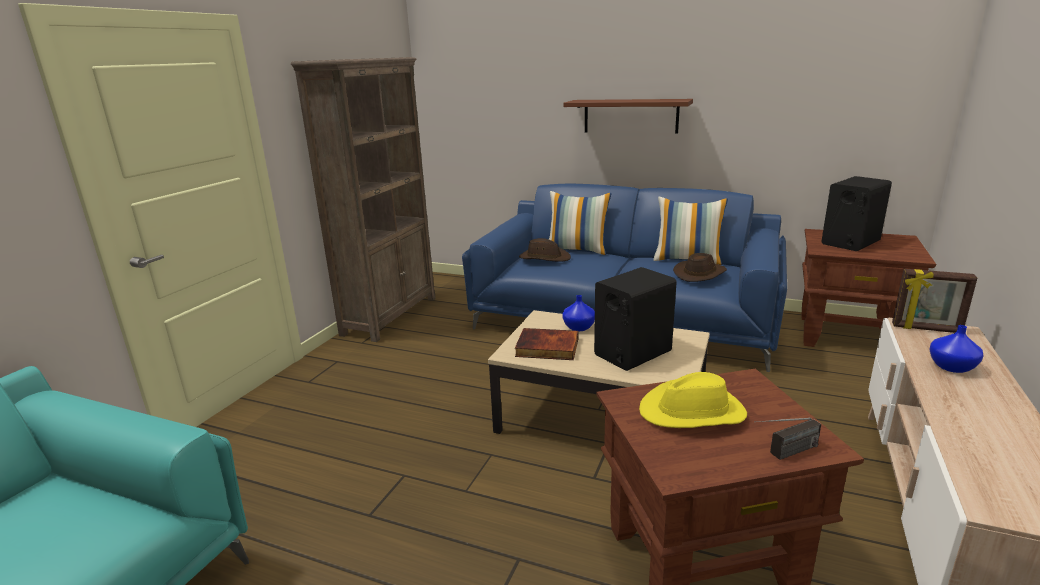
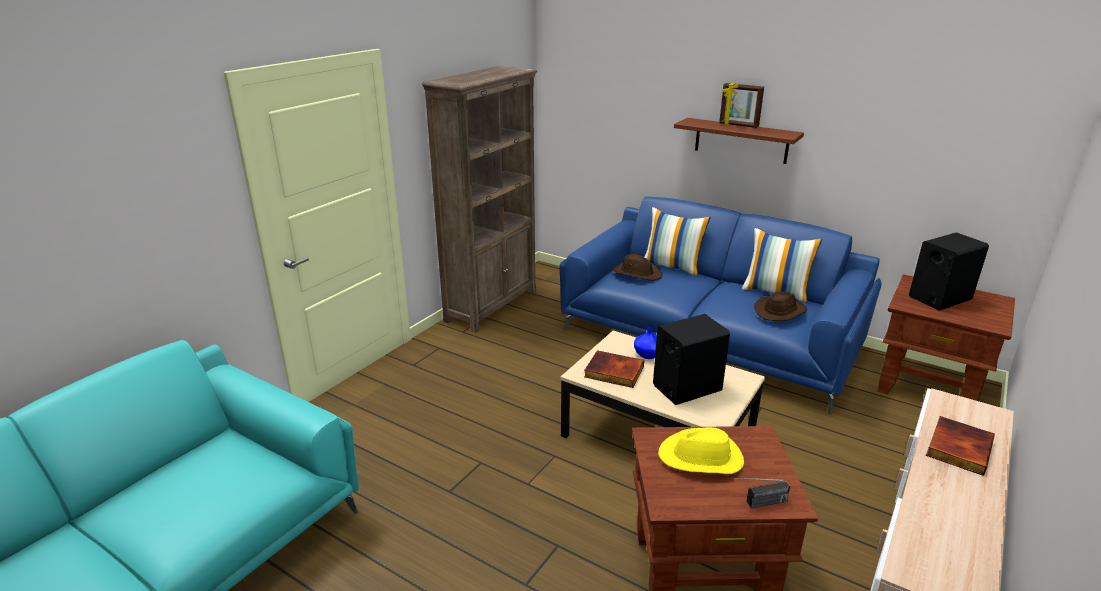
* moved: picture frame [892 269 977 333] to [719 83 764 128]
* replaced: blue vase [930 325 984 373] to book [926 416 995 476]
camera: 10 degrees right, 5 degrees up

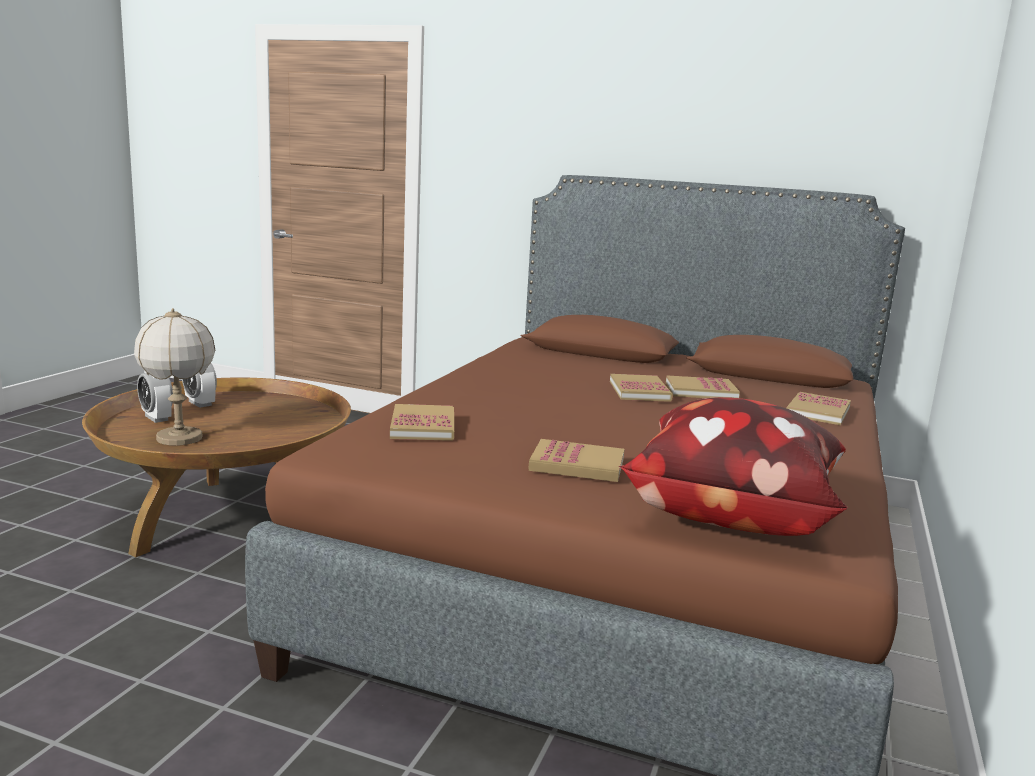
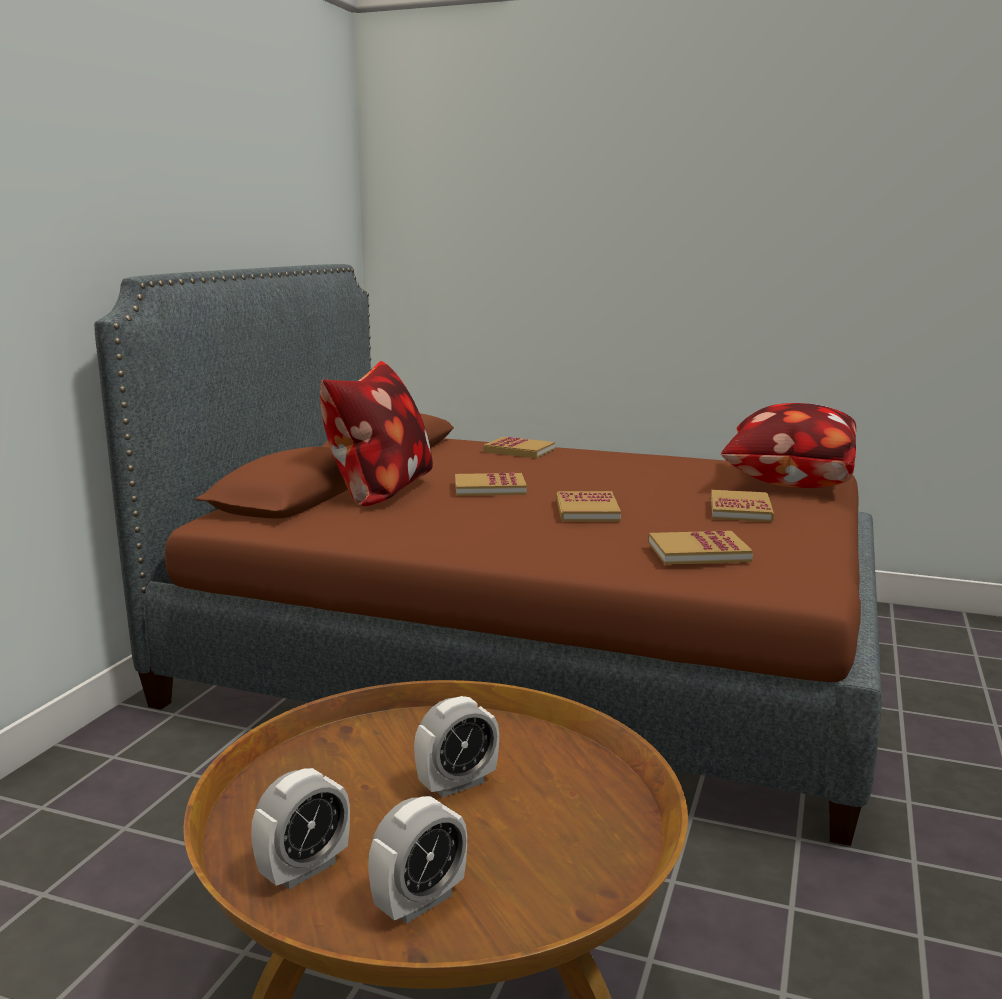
* removed: table lamp [134 308 215 446]
* added: pillow [320 361 433 506]
* added: alarm clock [414 696 499 797]
* moved: book [666 375 740 398] to [556 491 621 522]
camera: 90 degrees left, 0 degrees up

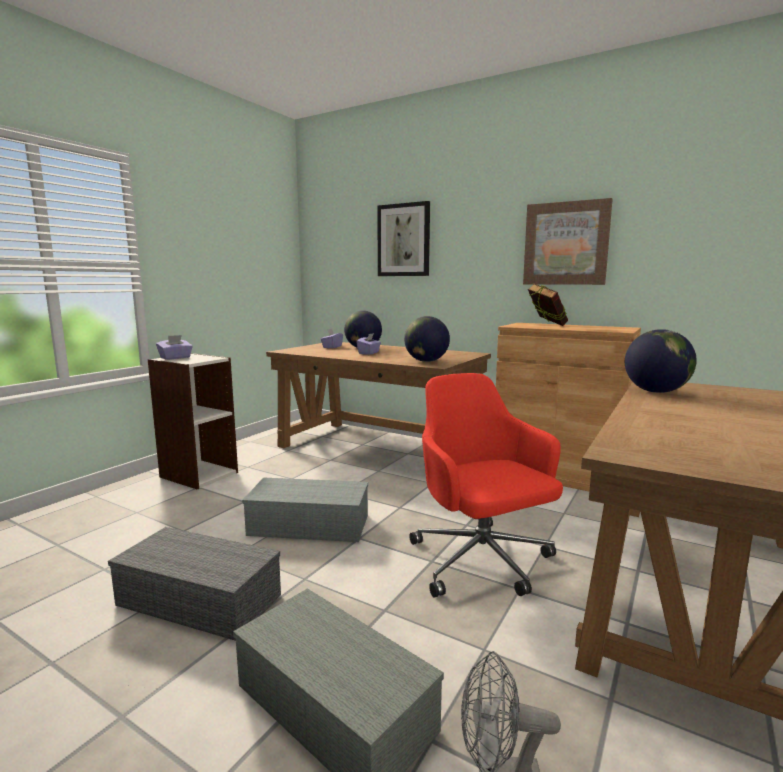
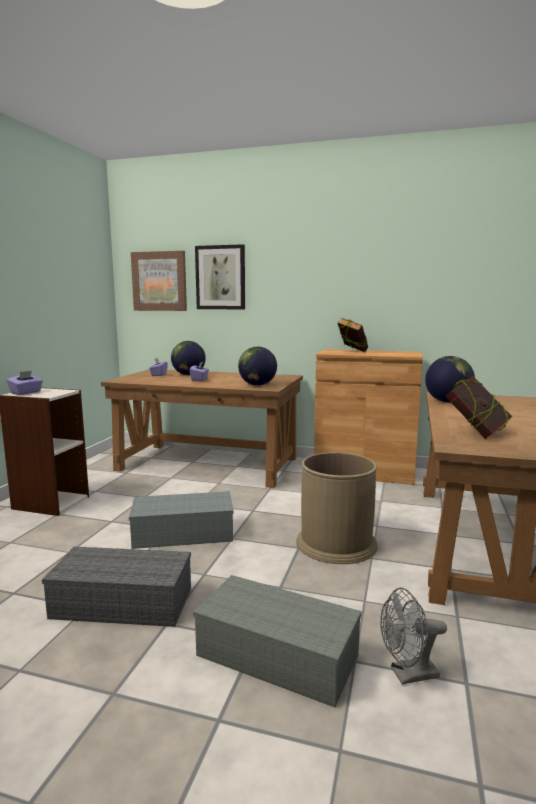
* added: book [445 376 512 439]
* moved: picture [523 198 613 285] to [131 251 187 311]
* replaced: red office chair [409 373 563 597] to brown trash can [296 452 378 564]
camera: 15 degrees left, 0 degrees up

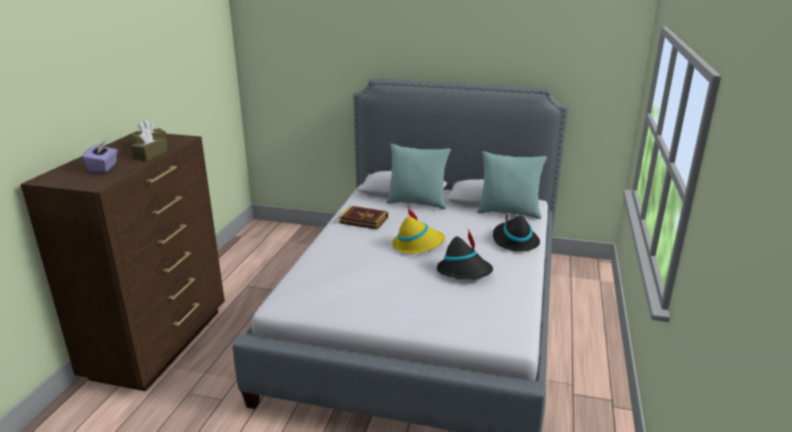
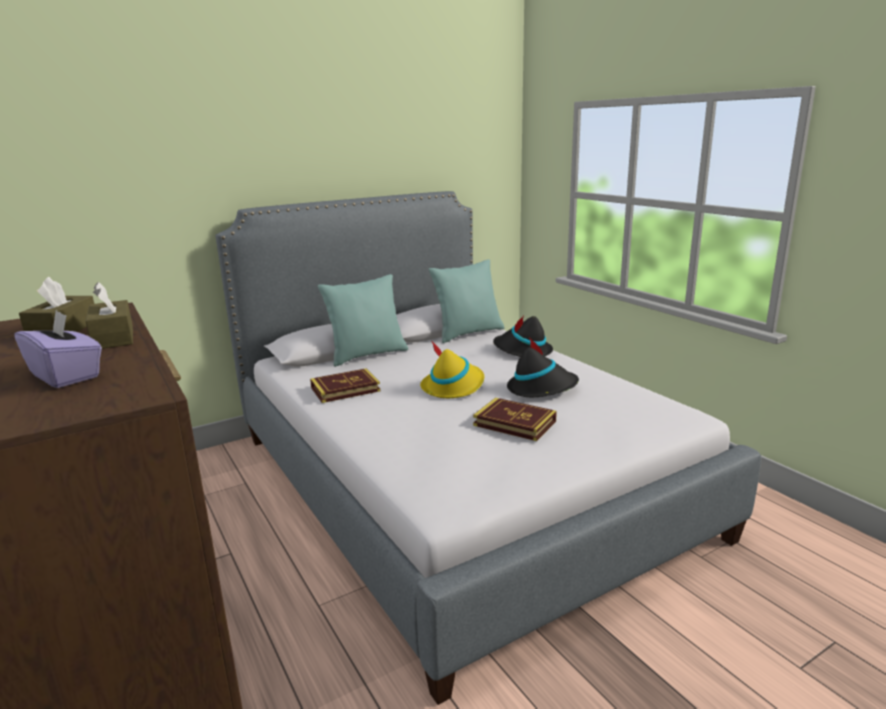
* added: book [473 398 557 441]
camera: 45 degrees left, 5 degrees down

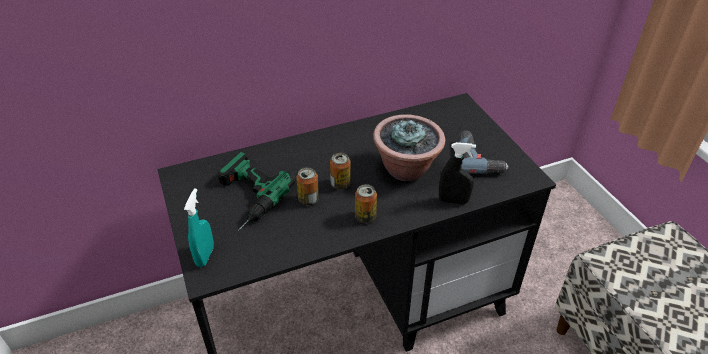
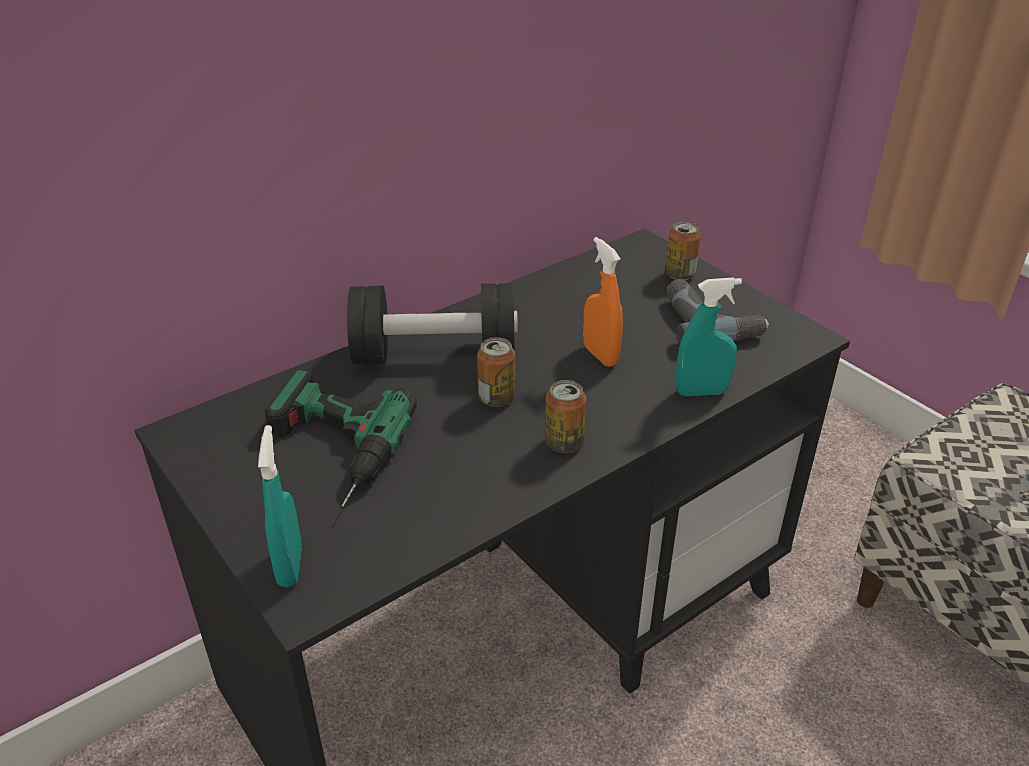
* added: black dumbbell [347 283 518 364]
* moved: can [296 167 319 205] to [665 221 701 280]
* replaced: potted plant [373 115 445 181] to orange spray bottle [583 237 623 367]
* recoloured: black spray bottle [439 142 476 204] to turquoise spray bottle [676 277 742 396]
camera: 15 degrees left, 5 degrees down

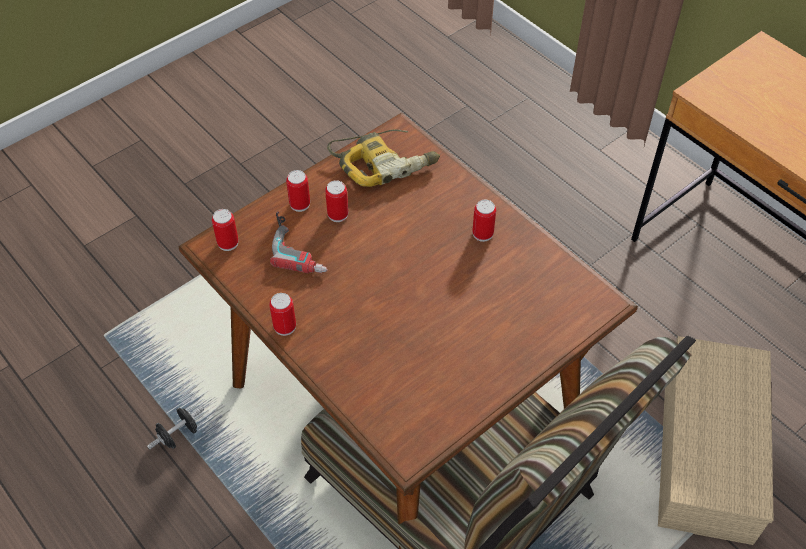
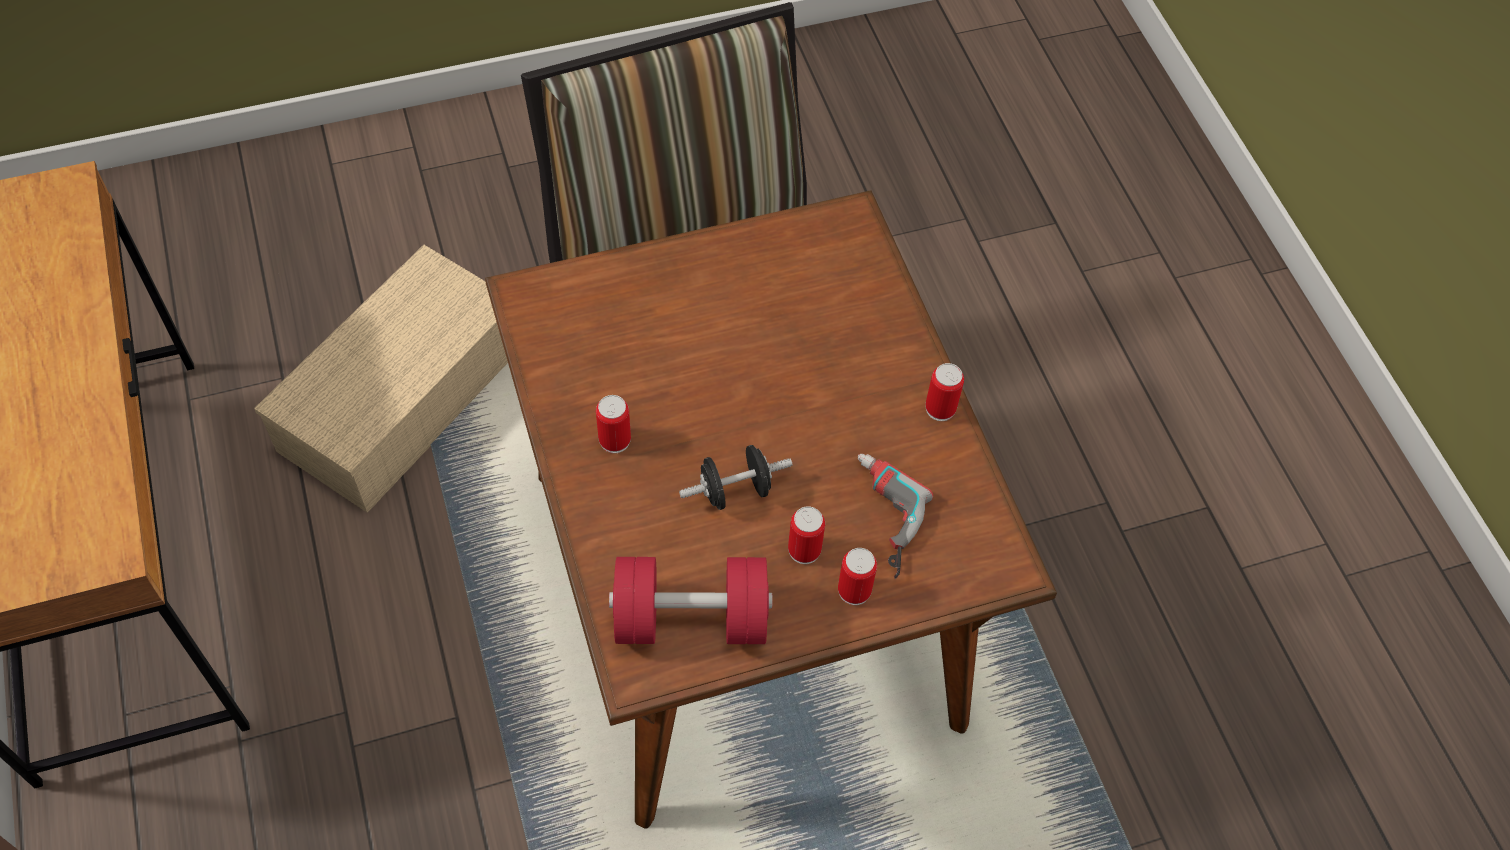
* removed: can [212 209 239 251]
* moved: black dumbbell [147 407 204 449] to [679 445 792 510]
* replaced: power drill [327 129 440 187] to red dumbbell [609 557 773 644]
camera: 160 degrees left, 5 degrees up

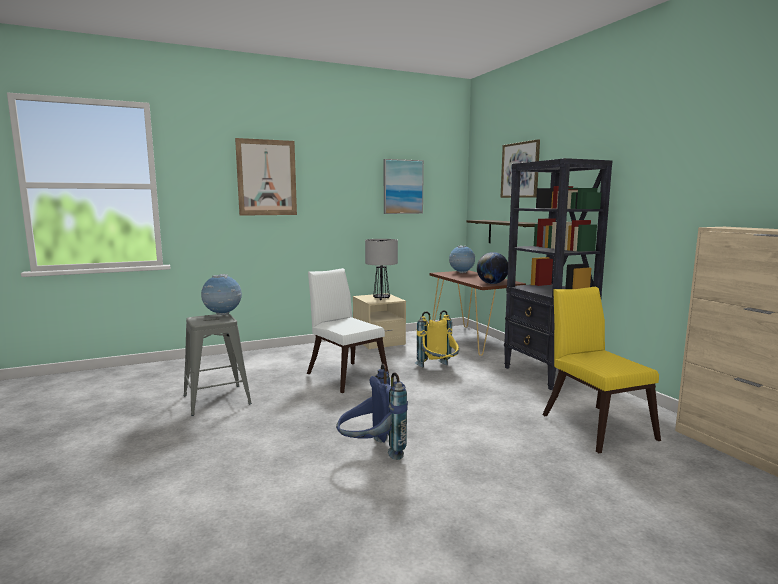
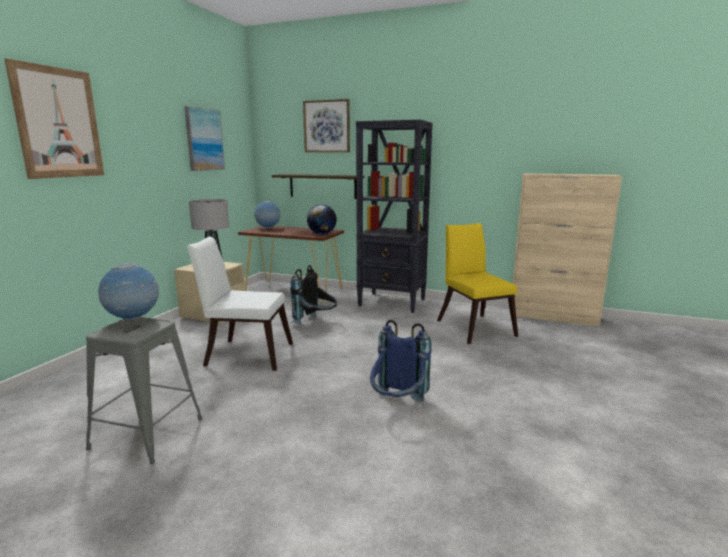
* recoloured: yellow backpack [415 310 459 368] to black backpack [290 265 337 324]
* turned: yellow chair [542 287 661 453] = [437 223 518 344] 45 degrees clockwise
camera: 45 degrees left, 5 degrees up

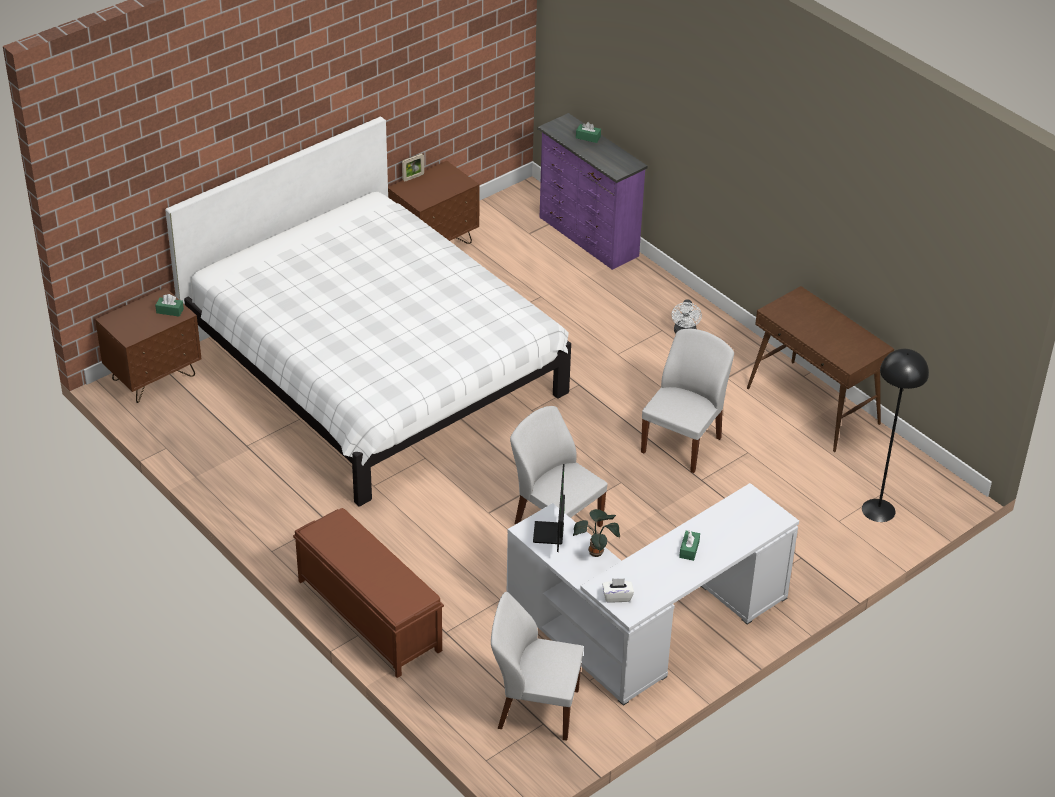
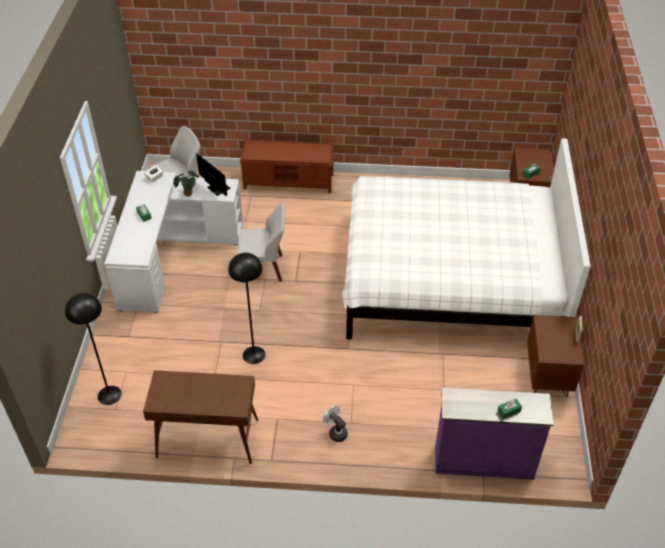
* replaced: white chair [641 329 734 473] to black floor lamp [228 253 266 364]
camera: 135 degrees right, 5 degrees up

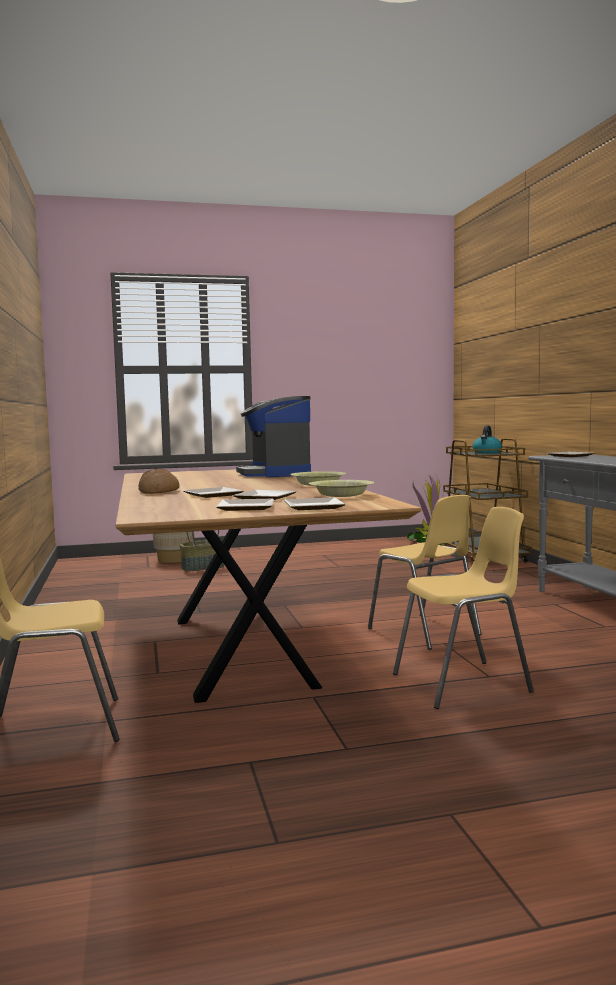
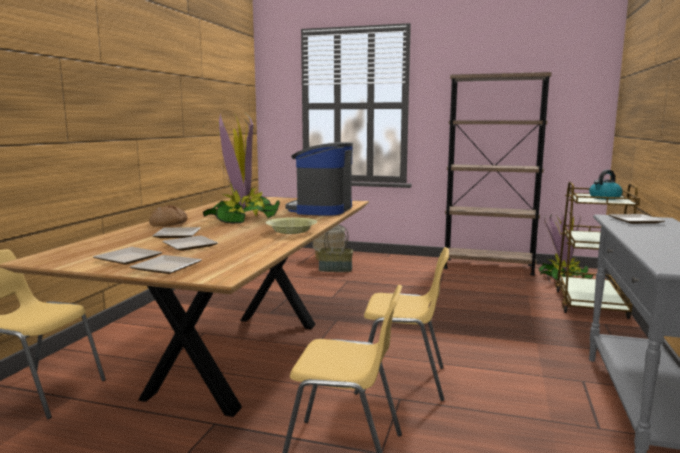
* removed: yellow bowl [309 480 375 497]
* added: potted plant [203 113 279 223]
* added: brown bookcase [443 72 552 276]
* turned: yellow chair [368 495 482 650] = [354 247 449 401] 75 degrees counterclockwise
camera: 30 degrees right, 5 degrees up

